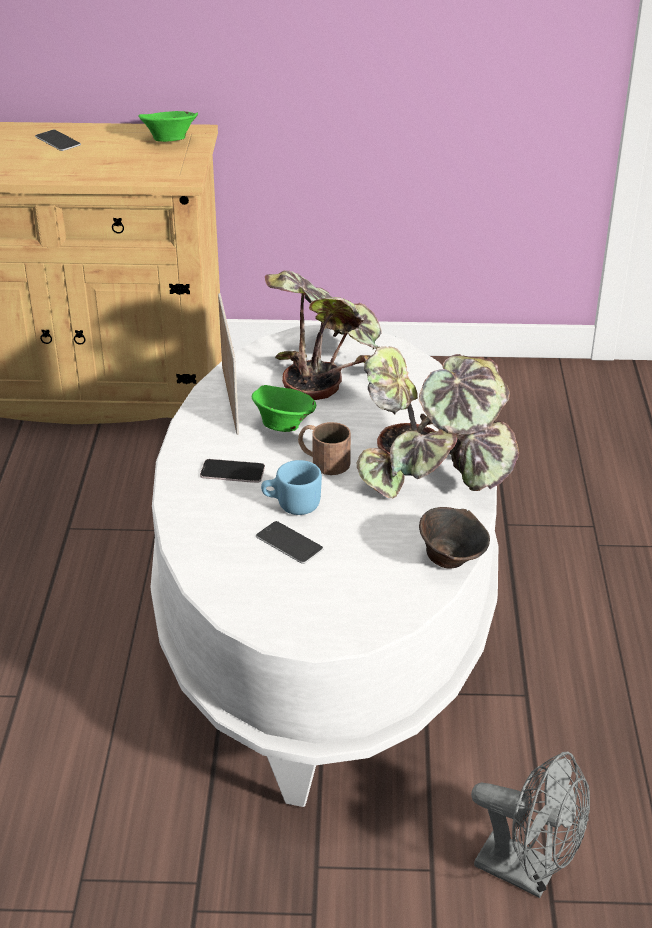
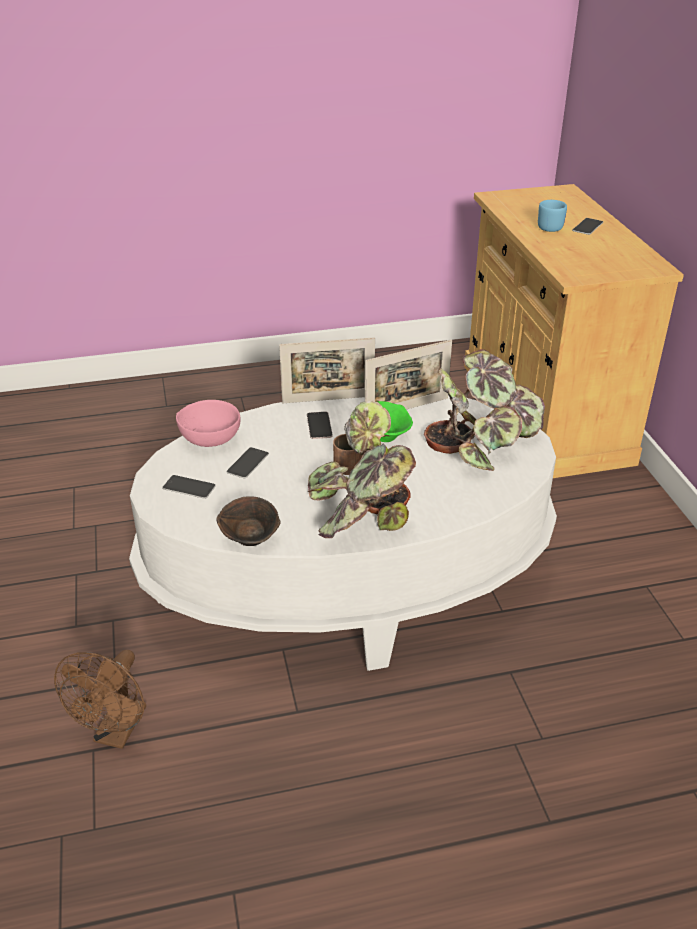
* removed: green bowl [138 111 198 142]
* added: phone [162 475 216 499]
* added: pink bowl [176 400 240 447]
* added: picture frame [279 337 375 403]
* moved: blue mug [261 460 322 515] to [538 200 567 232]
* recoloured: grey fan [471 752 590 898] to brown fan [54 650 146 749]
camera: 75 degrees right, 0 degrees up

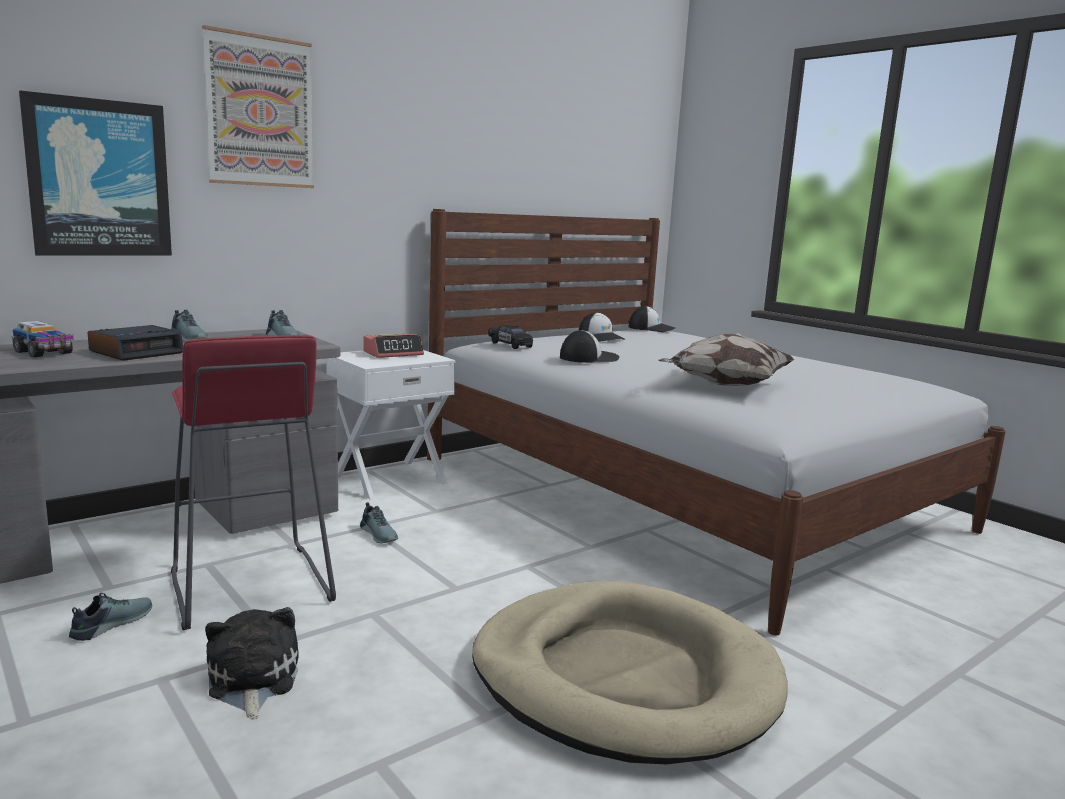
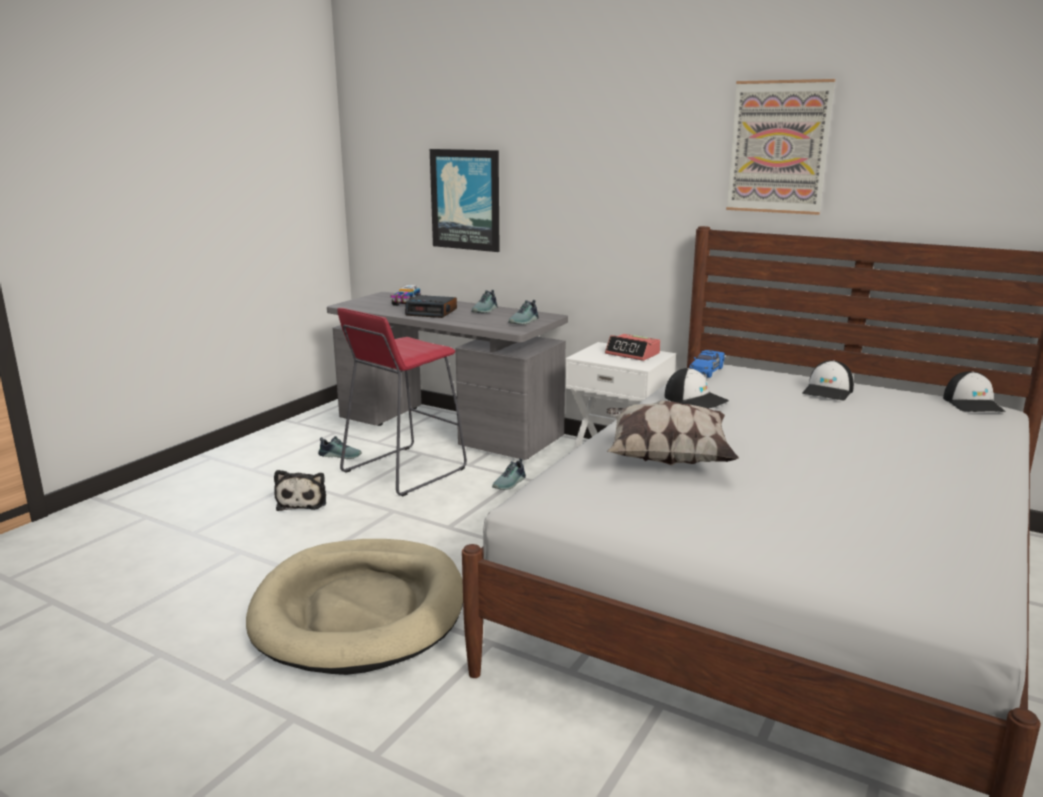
* moved: picture [202 25 314 188] to [726 79 835 215]
* recoloured: black toy car [488 325 533 349] to blue toy car [690 350 725 378]
* turned: plush toy [205 607 299 719] = [274 470 326 511] 120 degrees clockwise
camera: 70 degrees right, 5 degrees up

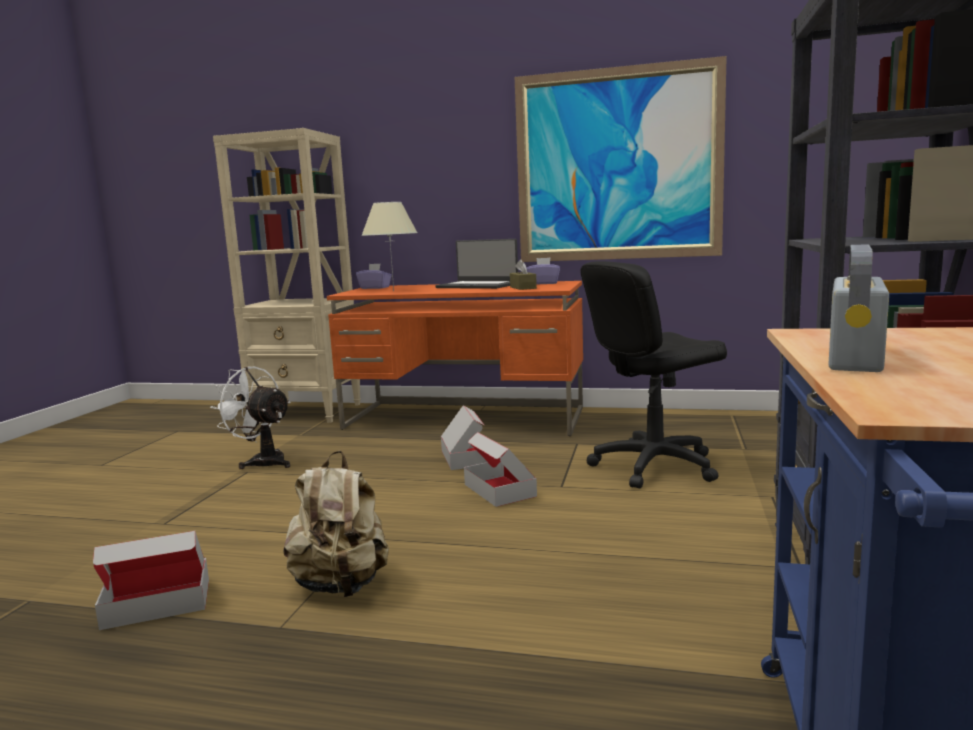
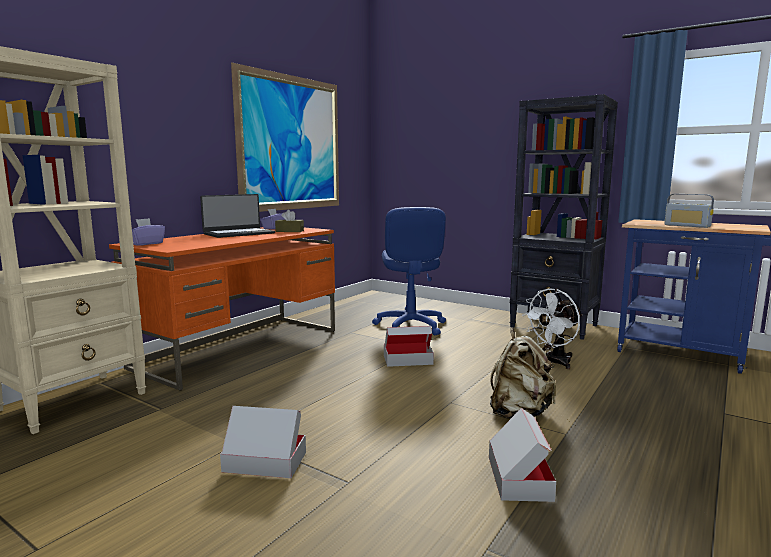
* removed: beige table lamp [361 202 417 292]
* moved: white fan [210 366 291 469] to [522 288 583 369]
* moved: cardboard box [441 406 487 470] to [220 406 306 478]
* recoloured: black office chair [580 261 727 488] to blue office chair [372 207 446 335]
camera: 70 degrees left, 0 degrees up

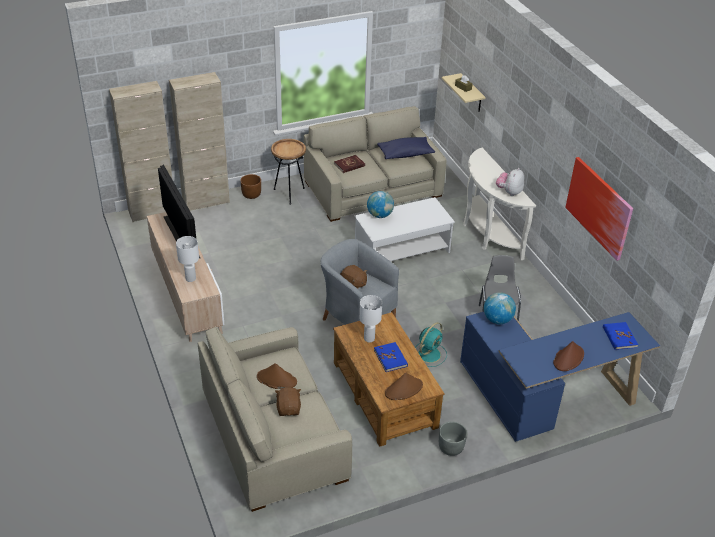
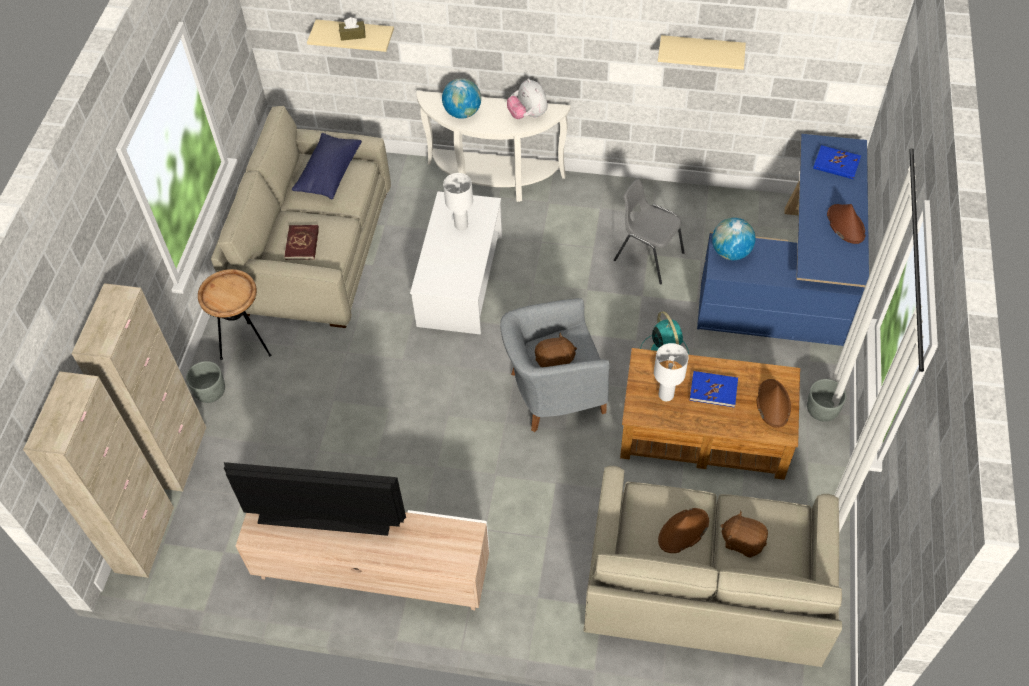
* moved: white table lamp [176 236 199 282] to [443 173 473 230]
* moved: globe [367 191 394 218] to [442 78 481 119]
* replaced: picture [565 157 633 261] to beige shelf [658 35 746 70]
* recoloured: brown planter [240 174 261 199] to grey planter [186 361 225 403]
camera: 55 degrees left, 15 degrees up

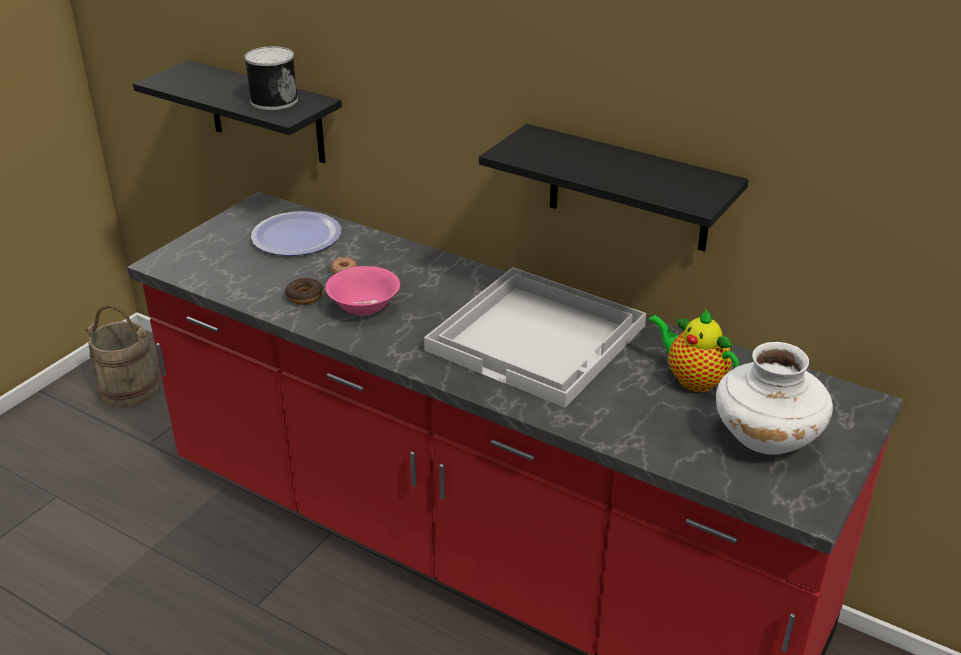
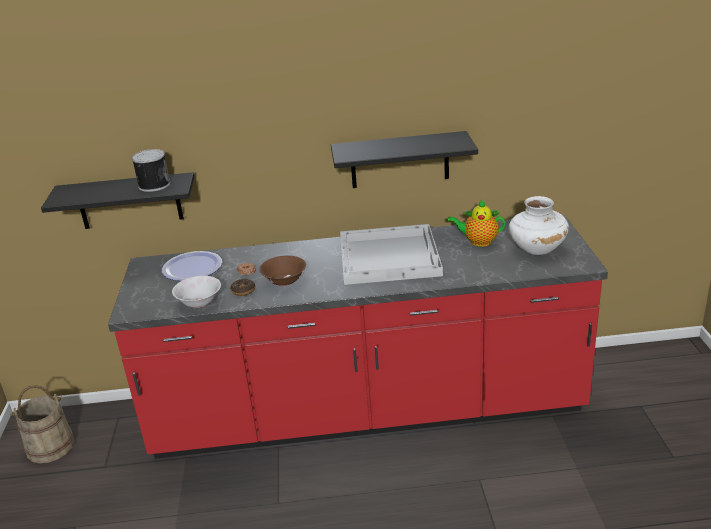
* added: white bowl [172 276 221 308]
* recoloured: pink bowl [325 266 400 316] to brown bowl [259 255 306 286]
camera: 35 degrees left, 5 degrees down

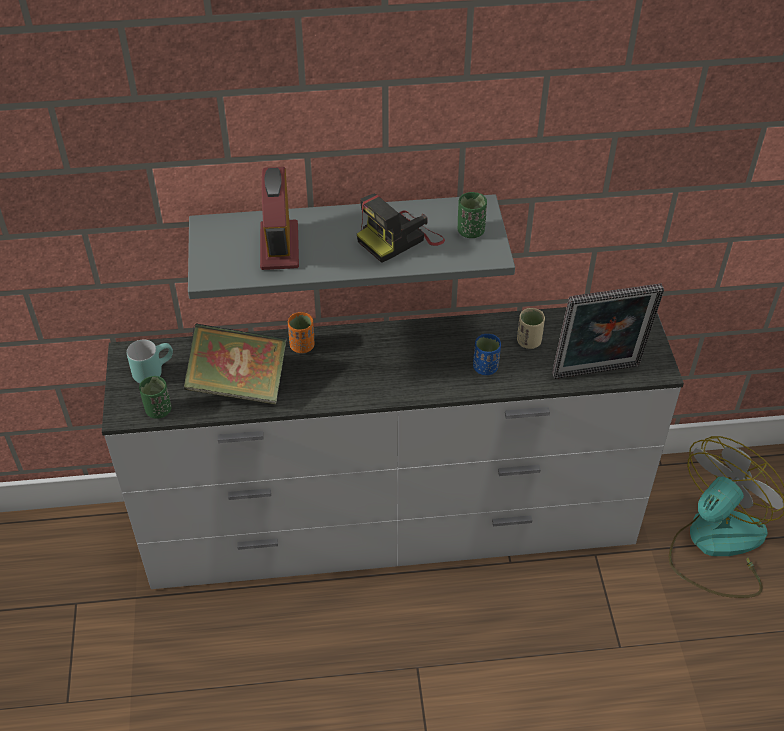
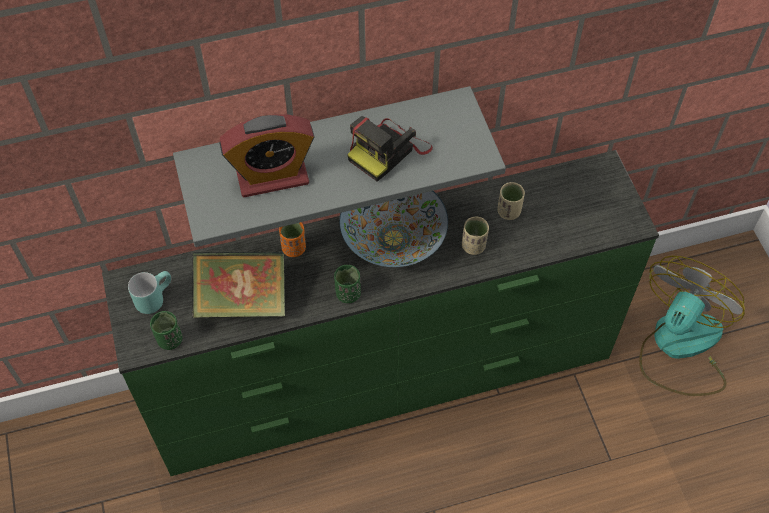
* removed: picture frame [552 284 664 379]
* added: bowl [339 191 448 267]
* moved: green cup [458 192 487 238] to [334 265 361 303]
* recoloured: white dresser [102 307 684 589] to green dresser [102 150 659 476]
* recoloured: blue cup [473 334 501 375] to beige cup [462 217 489 255]
* turned: alarm clock [260 167 299 270] = [219 114 315 197] 90 degrees counterclockwise
camera: 10 degrees left, 10 degrees up

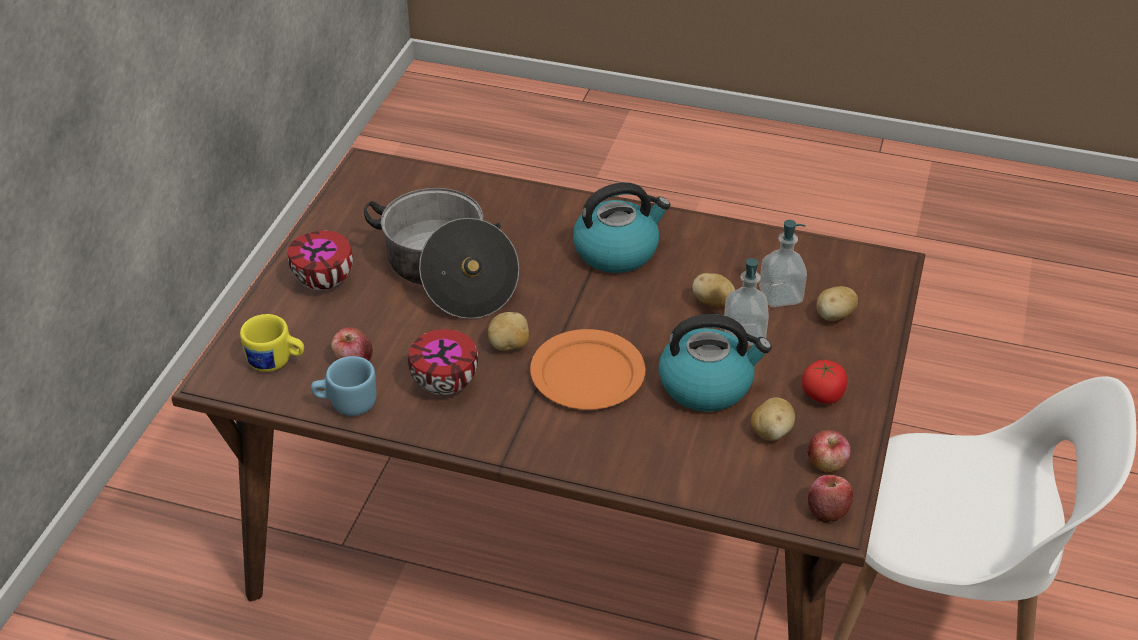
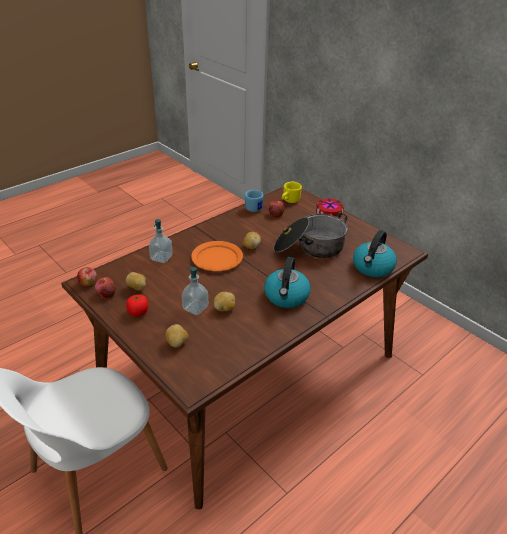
* removed: bowl [408 329 478 395]
* moved: kettle [658 314 772 412] to [353 230 397 277]
* moved: soap dispenser [759 220 807 307] to [149 219 173 263]
camera: 120 degrees right, 5 degrees down

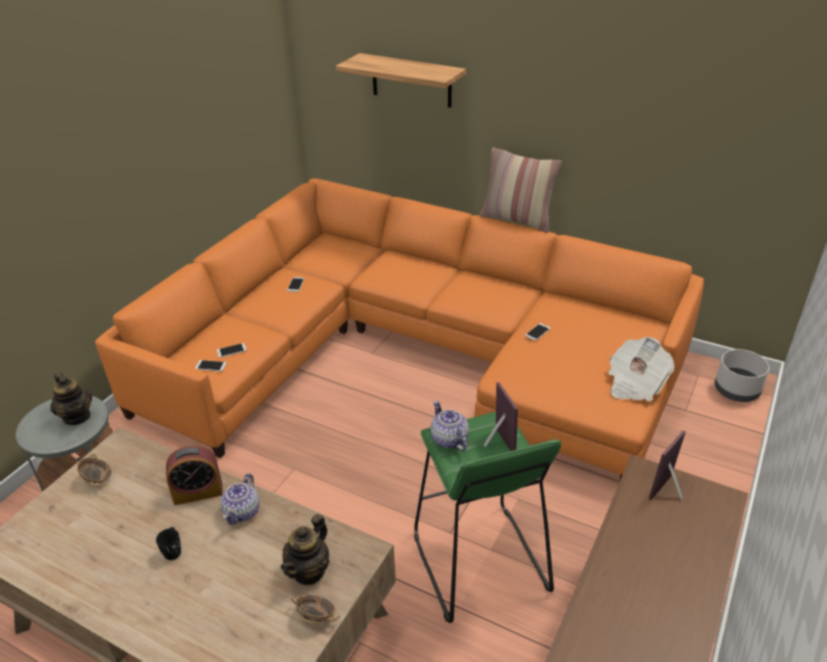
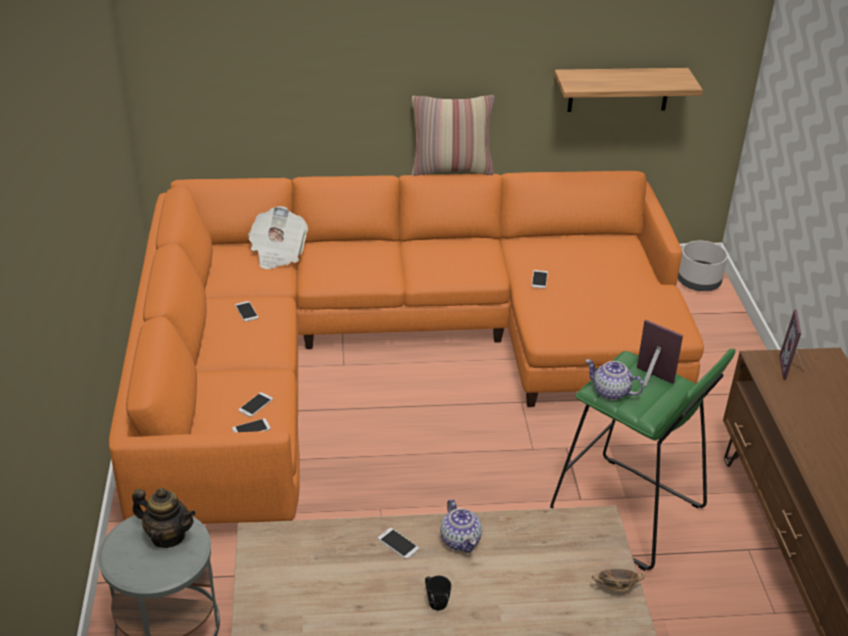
* removed: bowl [77 454 112 487]
* removed: teapot [281 514 329 585]
* moved: shelf [336 53 466 108] to [554 68 703 112]
* moved: newspaper [608 337 674 401] to [248 206 308 269]
* replaced: alarm clock [166 445 223 505] to phone [378 528 419 559]
camera: 35 degrees left, 0 degrees up

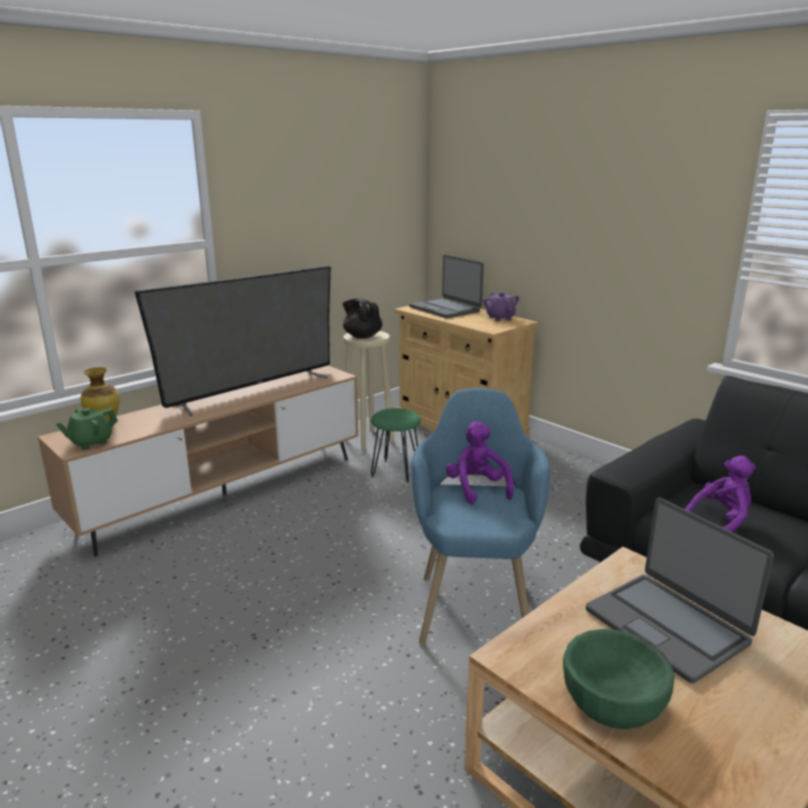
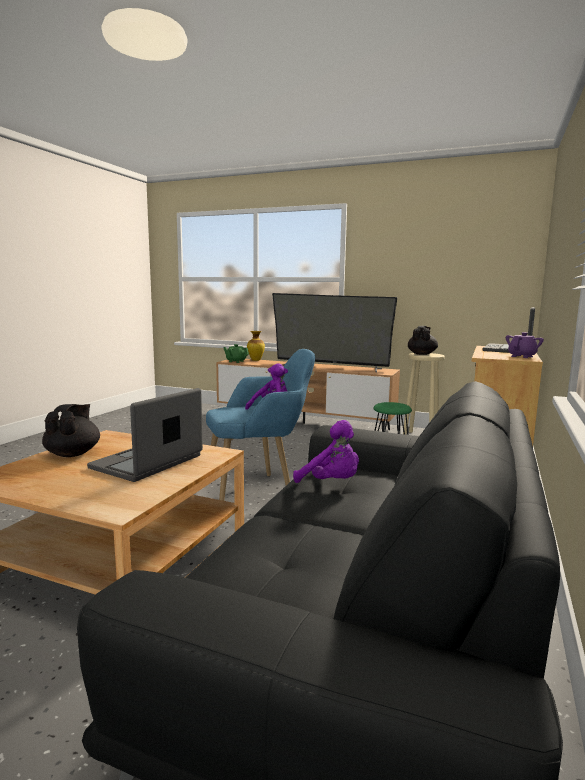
* replaced: green bowl [563 629 675 729] to black teapot [42 404 100 457]
camera: 65 degrees right, 10 degrees down

